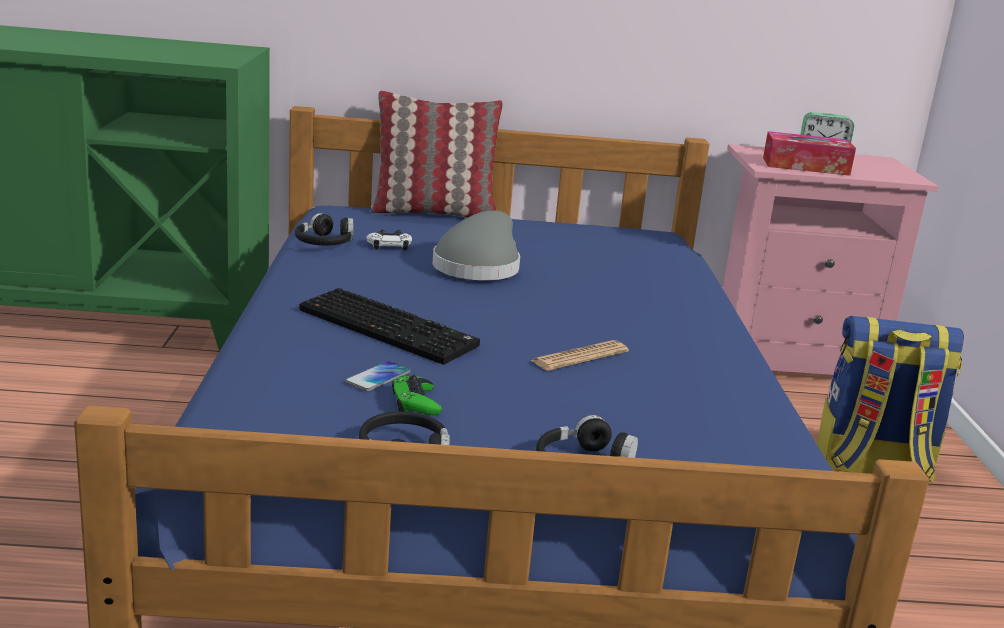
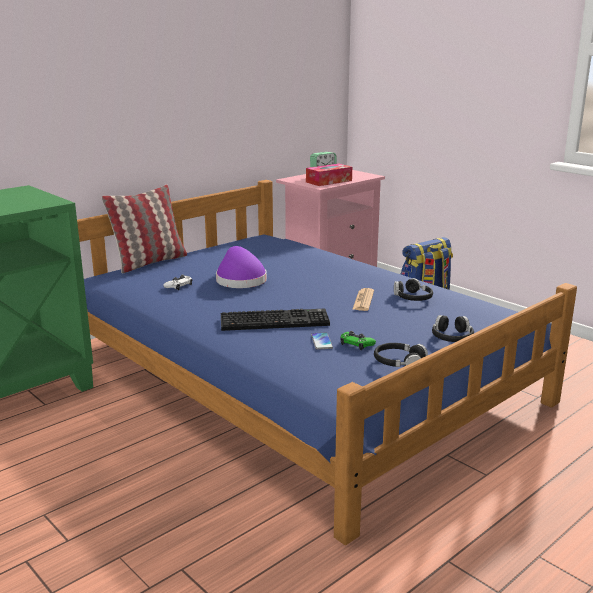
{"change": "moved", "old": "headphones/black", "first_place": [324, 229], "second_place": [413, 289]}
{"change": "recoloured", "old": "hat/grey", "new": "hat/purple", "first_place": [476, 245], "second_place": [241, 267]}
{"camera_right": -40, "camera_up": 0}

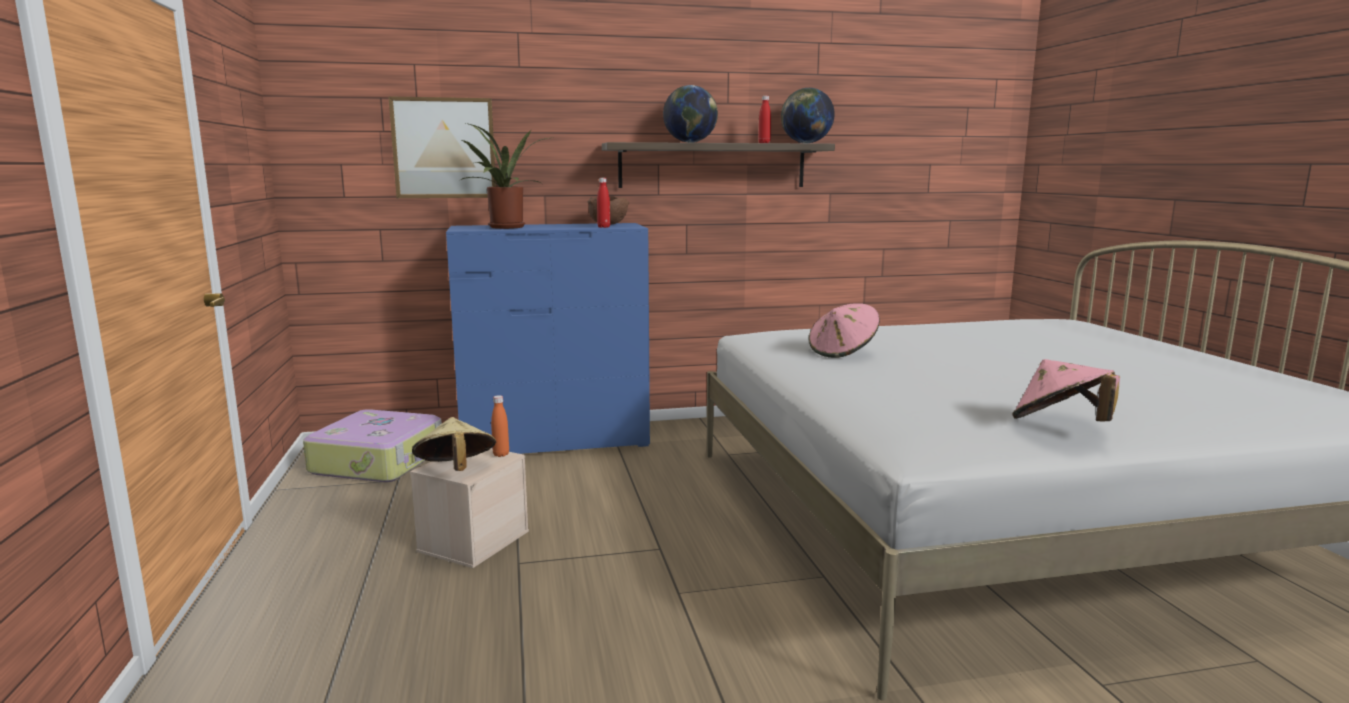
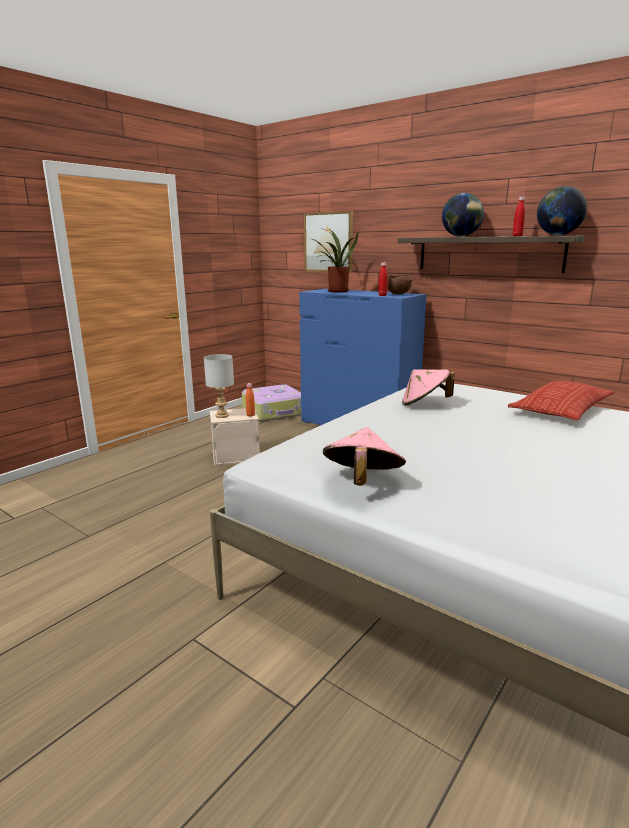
{"change": "replaced", "old": "hat/beige", "new": "table lamp/grey", "first_place": [454, 444], "second_place": [219, 386]}
{"change": "added", "new": "pillow", "second_place": [561, 400]}
{"camera_right": 50, "camera_up": 5}

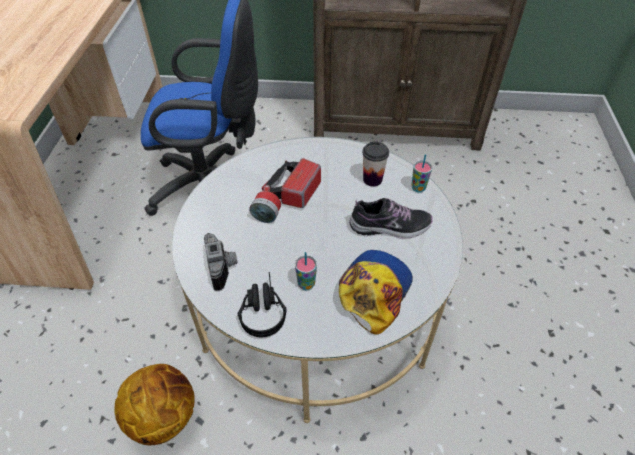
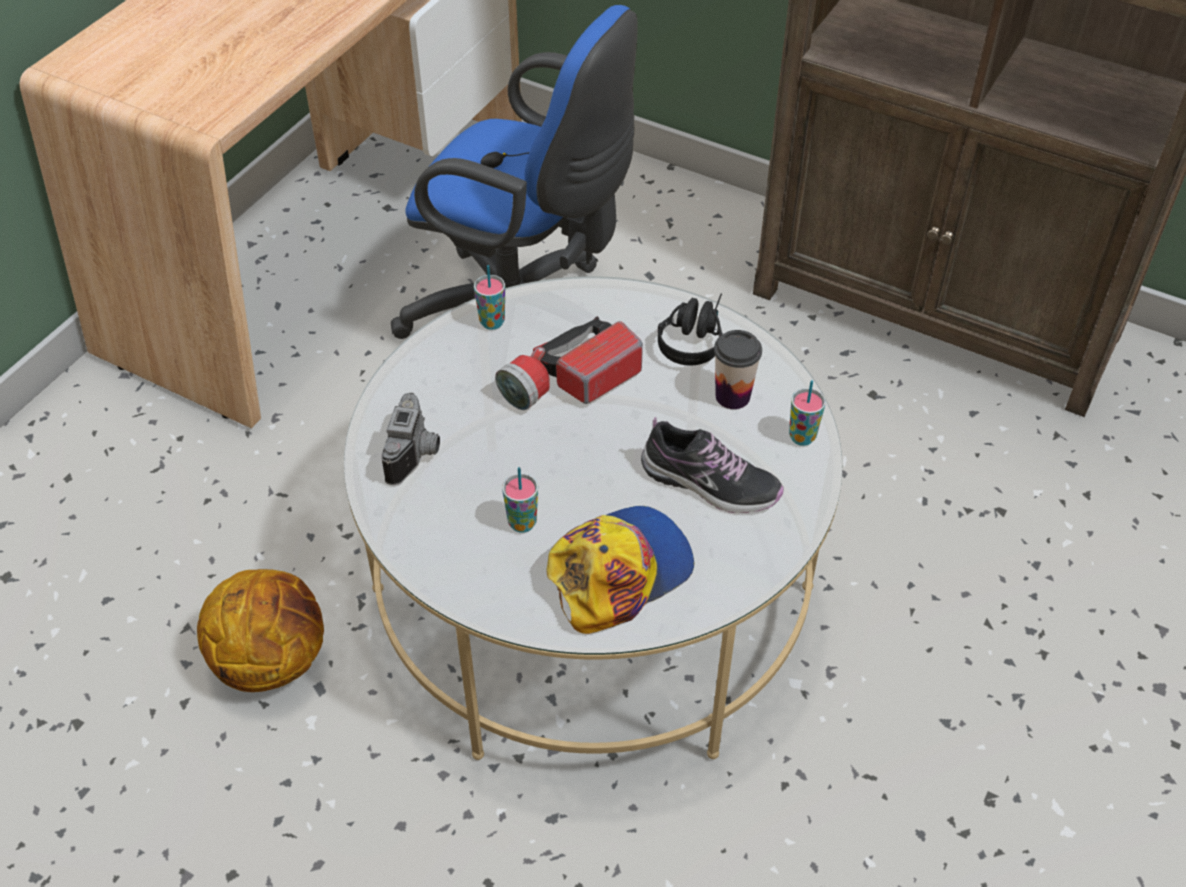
{"change": "moved", "old": "headphones/black", "first_place": [262, 304], "second_place": [690, 329]}
{"change": "added", "new": "cup", "second_place": [489, 297]}
{"camera_right": 25, "camera_up": 0}

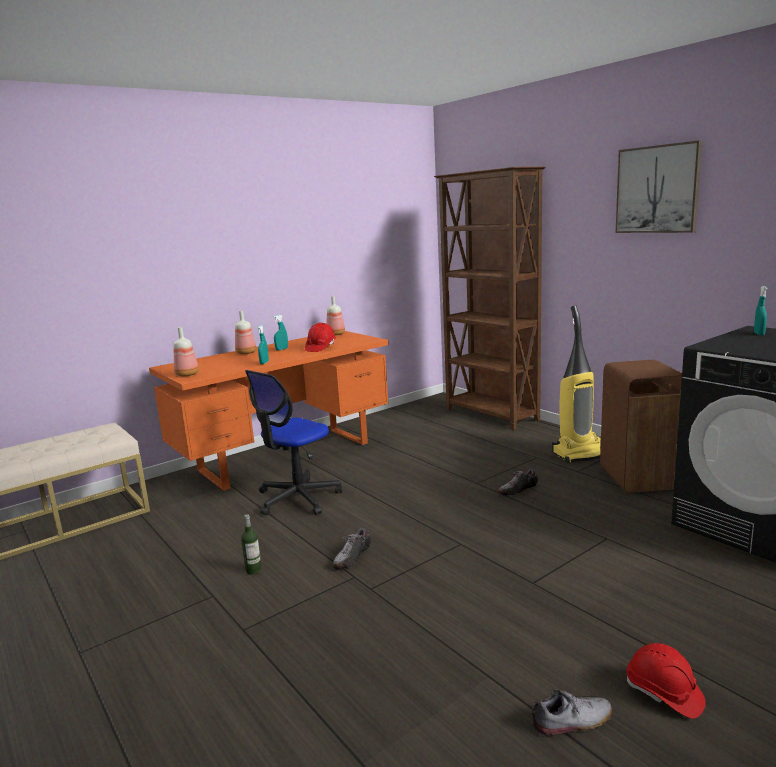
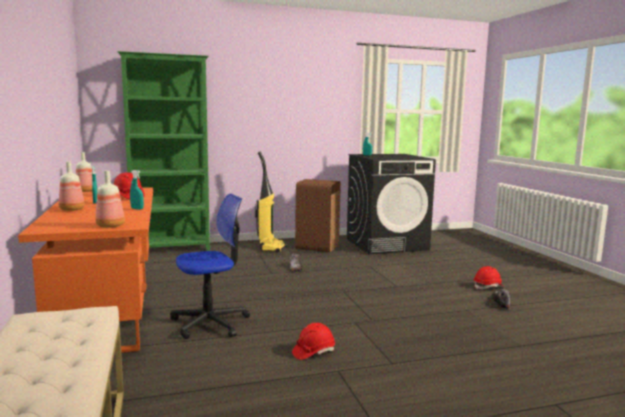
{"change": "replaced", "old": "bottle", "new": "hard hat/red", "first_place": [251, 544], "second_place": [313, 341]}
{"change": "turned", "old": "office chair", "first_place": [293, 442], "second_place": [210, 266], "degrees": -90}
{"change": "removed", "old": "shoe", "first_place": [352, 549]}
{"change": "recoloured", "old": "bookcase/brown", "new": "bookcase/green", "first_place": [489, 298], "second_place": [163, 151]}
{"change": "removed", "old": "picture", "first_place": [658, 186]}
{"camera_right": -70, "camera_up": -5}

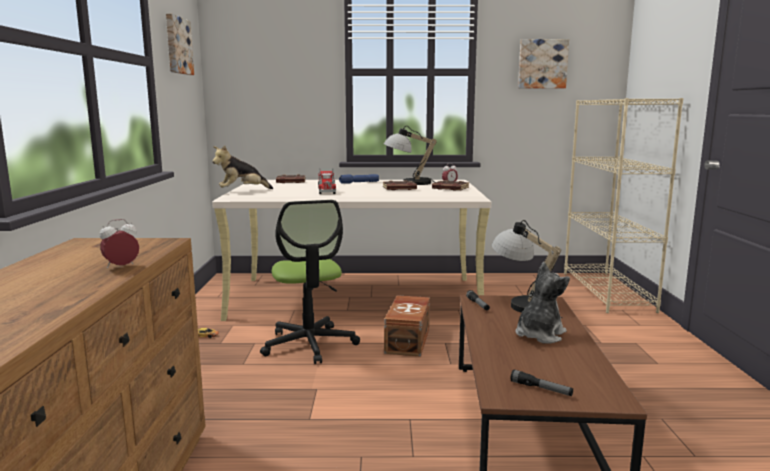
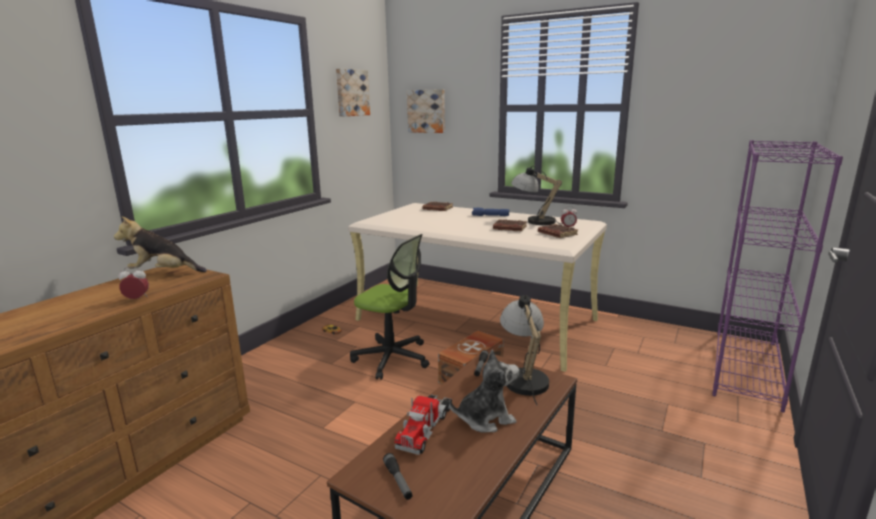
{"change": "moved", "old": "plush toy", "first_place": [242, 167], "second_place": [160, 244]}
{"change": "turned", "old": "office chair", "first_place": [310, 282], "second_place": [390, 307], "degrees": -75}
{"change": "moved", "old": "toy truck", "first_place": [327, 181], "second_place": [423, 425]}
{"change": "moved", "old": "picture", "first_place": [543, 63], "second_place": [426, 111]}
{"change": "recoloured", "old": "bookcase/beige", "new": "bookcase/purple", "first_place": [623, 205], "second_place": [777, 276]}
{"camera_right": 30, "camera_up": 5}

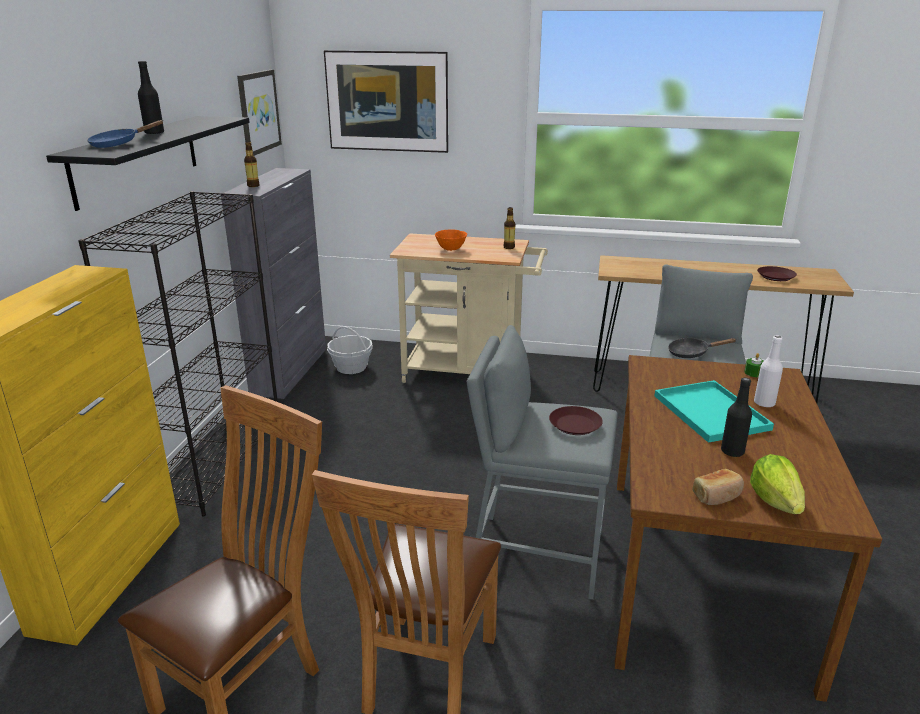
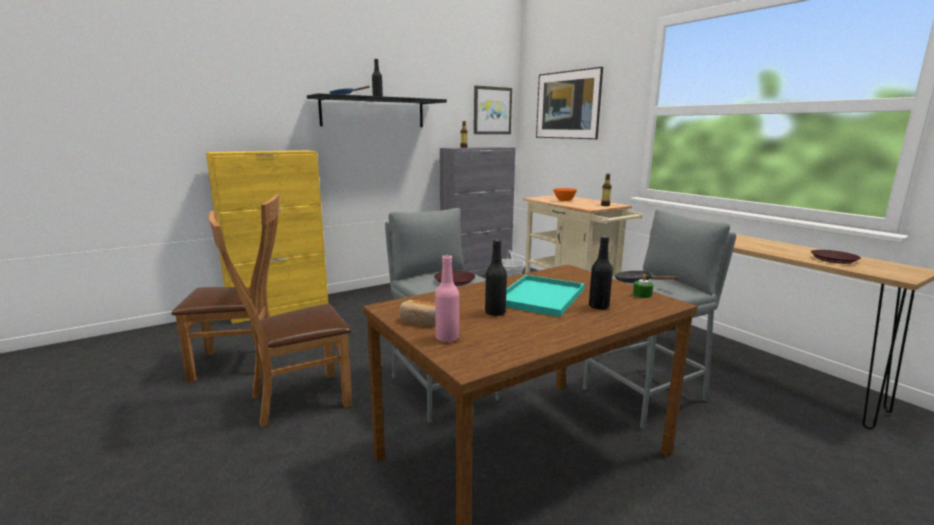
{"change": "removed", "old": "bookcase/black", "first_place": [178, 353]}
{"change": "replaced", "old": "lettuce", "new": "bottle/pink", "first_place": [777, 484], "second_place": [447, 298]}
{"change": "recoloured", "old": "bottle/white", "new": "bottle/black", "first_place": [768, 371], "second_place": [601, 273]}
{"camera_right": 45, "camera_up": -10}

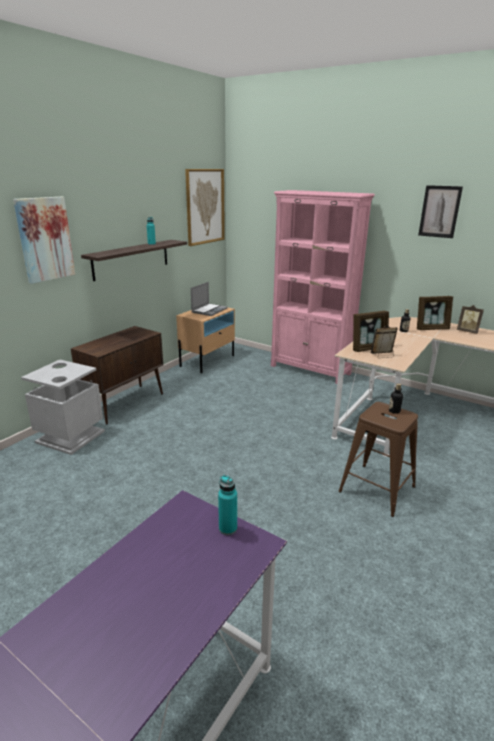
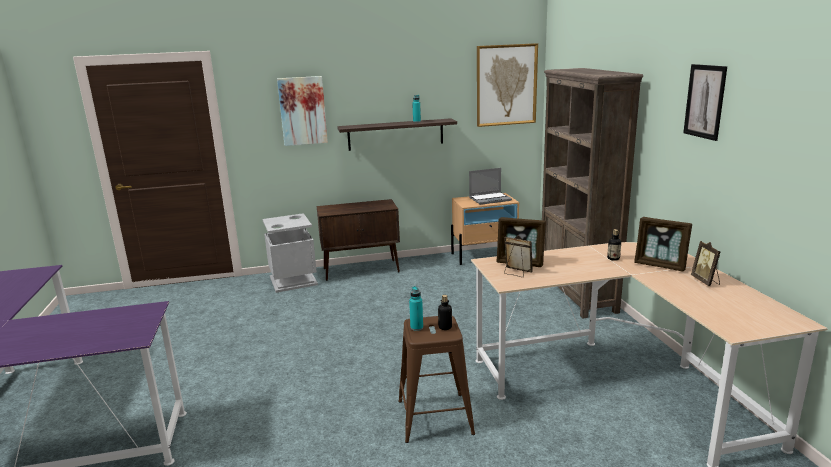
{"change": "moved", "old": "bottle/turquoise", "first_place": [227, 505], "second_place": [416, 308]}
{"change": "recoloured", "old": "bookcase/pink", "new": "bookcase/brown", "first_place": [323, 287], "second_place": [592, 193]}
{"camera_right": 45, "camera_up": -5}

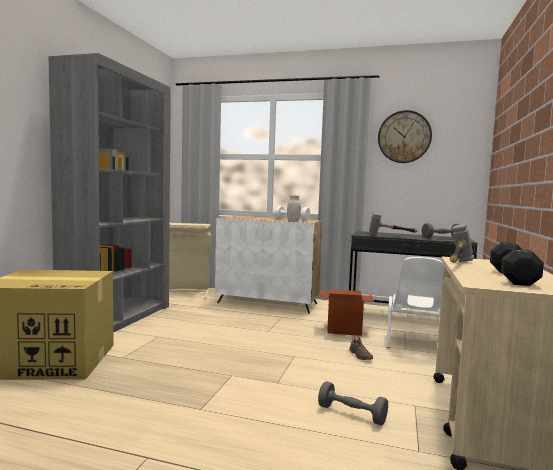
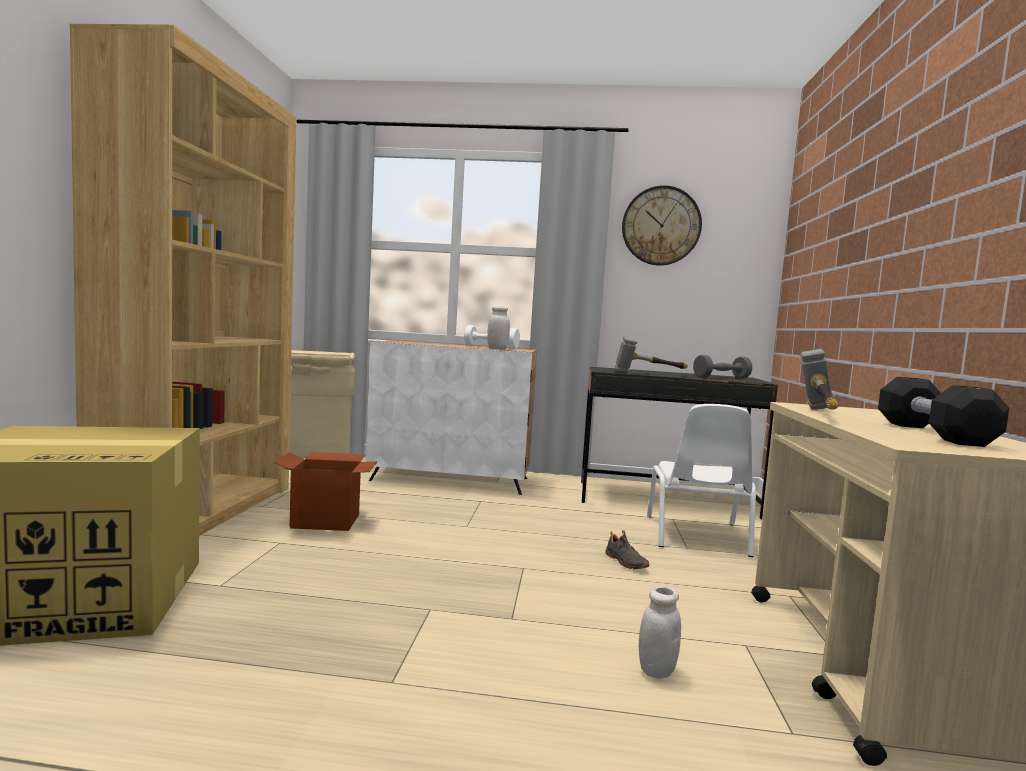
{"change": "recoloured", "old": "bookcase/grey", "new": "bookcase/brown", "first_place": [109, 193], "second_place": [183, 280]}
{"change": "replaced", "old": "dumbbell/grey", "new": "jar/white", "first_place": [353, 403], "second_place": [660, 632]}
{"change": "moved", "old": "cardboard box", "first_place": [347, 312], "second_place": [326, 491]}
{"camera_right": -10, "camera_up": 0}

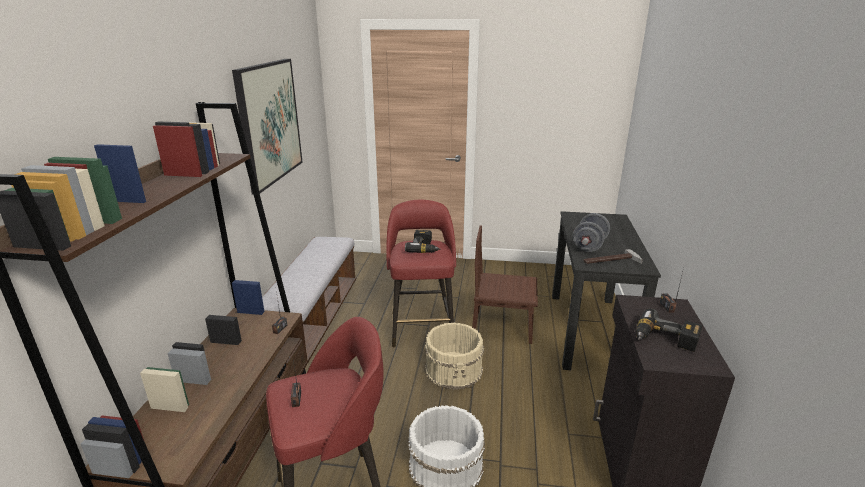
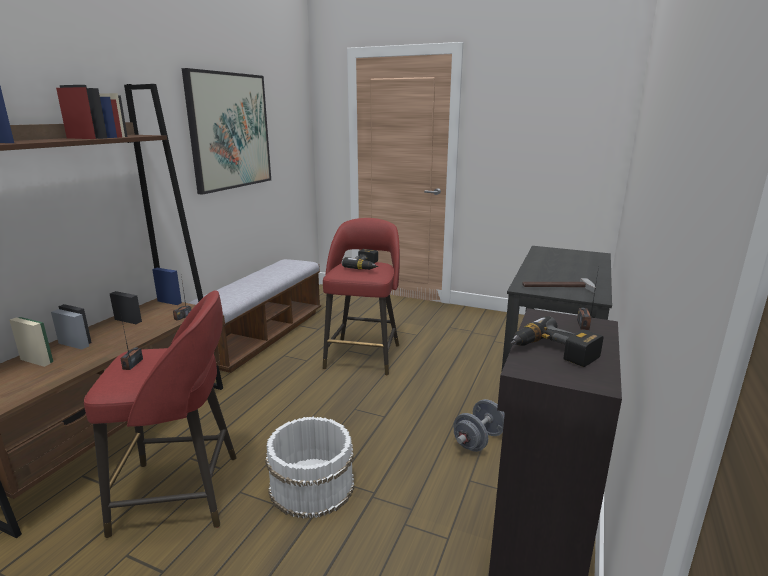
{"change": "removed", "old": "bucket/beige", "first_place": [454, 356]}
{"change": "removed", "old": "chair/brown", "first_place": [505, 284]}
{"change": "moved", "old": "dumbbell/grey", "first_place": [591, 232], "second_place": [479, 425]}
{"camera_right": 15, "camera_up": -5}

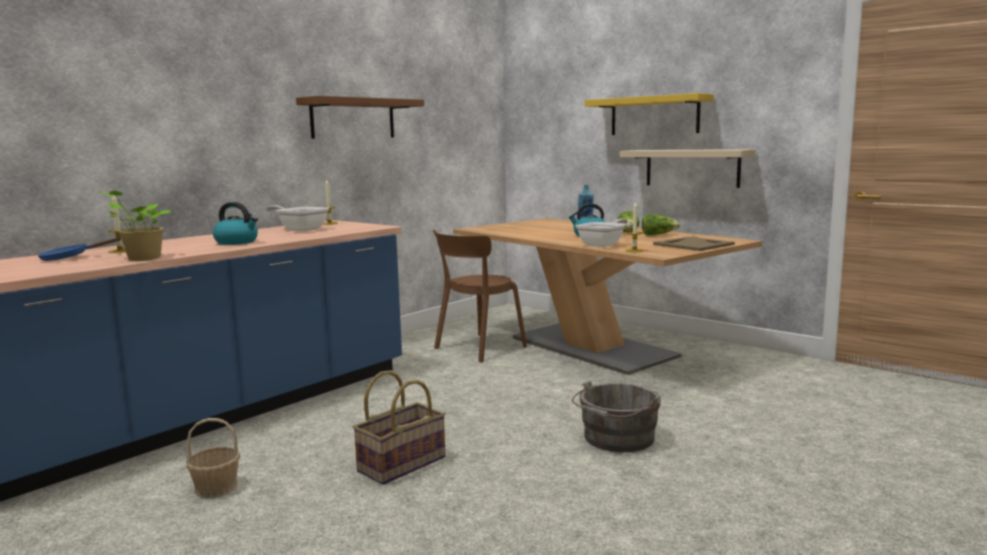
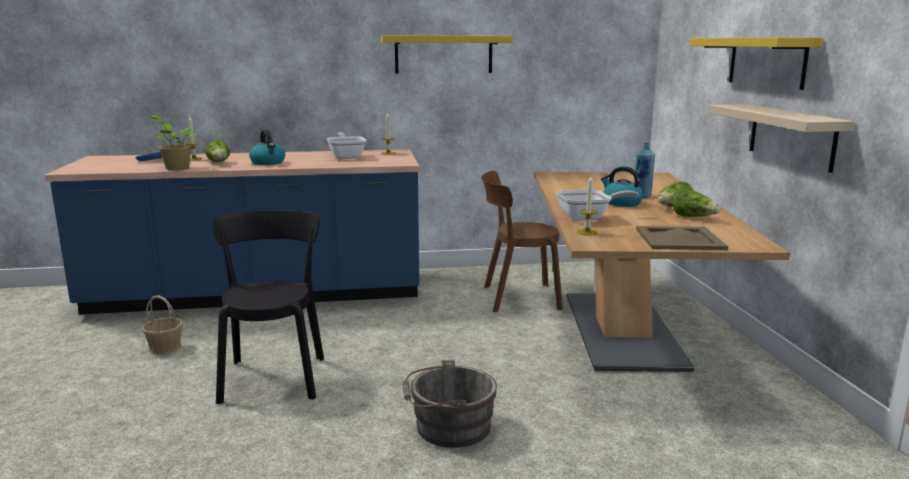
{"change": "recoloured", "old": "shelf/brown", "new": "shelf/yellow", "first_place": [360, 117], "second_place": [447, 54]}
{"change": "replaced", "old": "basket", "new": "chair/black", "first_place": [399, 427], "second_place": [268, 307]}
{"change": "added", "new": "lettuce", "second_place": [217, 150]}
{"camera_right": 40, "camera_up": 5}

